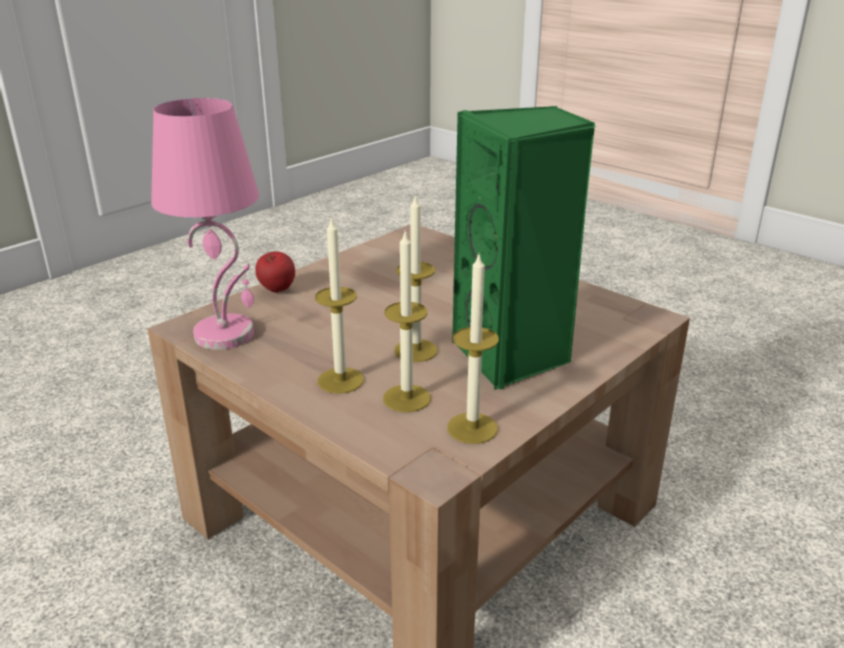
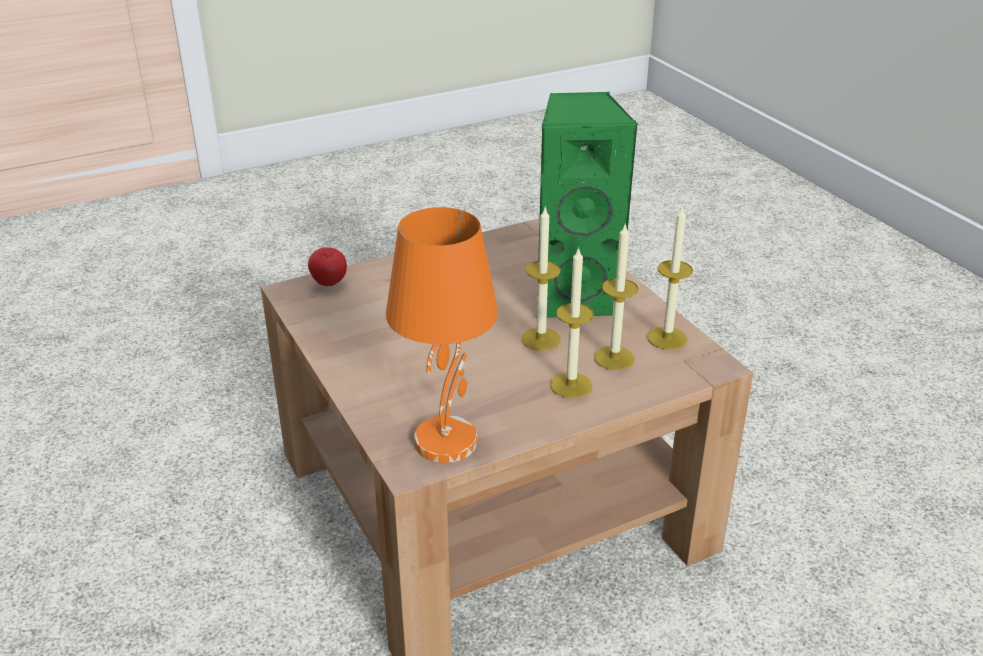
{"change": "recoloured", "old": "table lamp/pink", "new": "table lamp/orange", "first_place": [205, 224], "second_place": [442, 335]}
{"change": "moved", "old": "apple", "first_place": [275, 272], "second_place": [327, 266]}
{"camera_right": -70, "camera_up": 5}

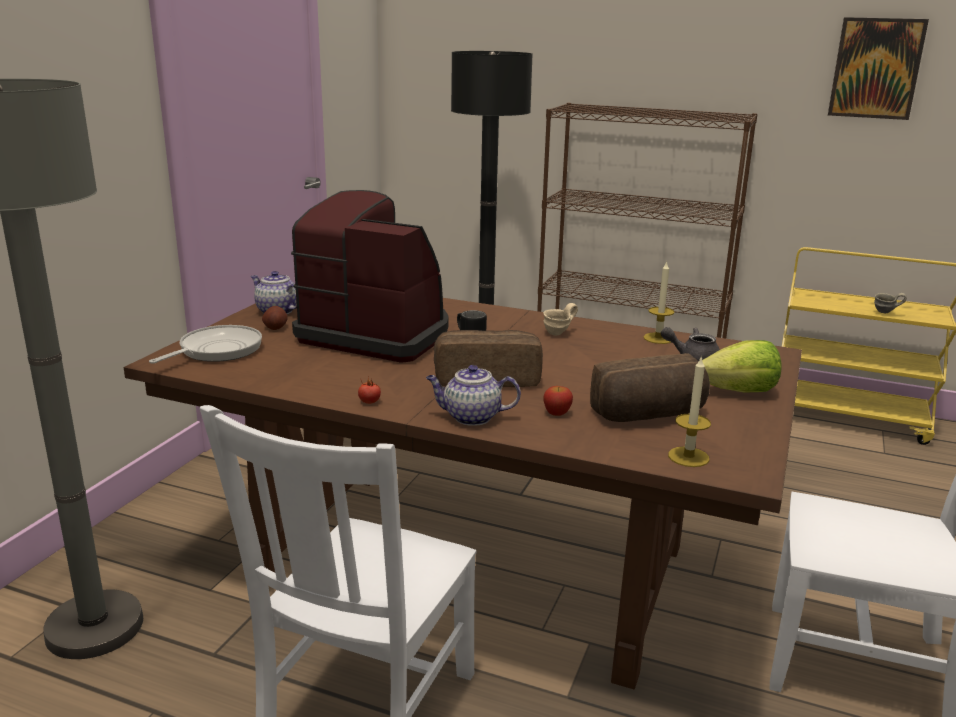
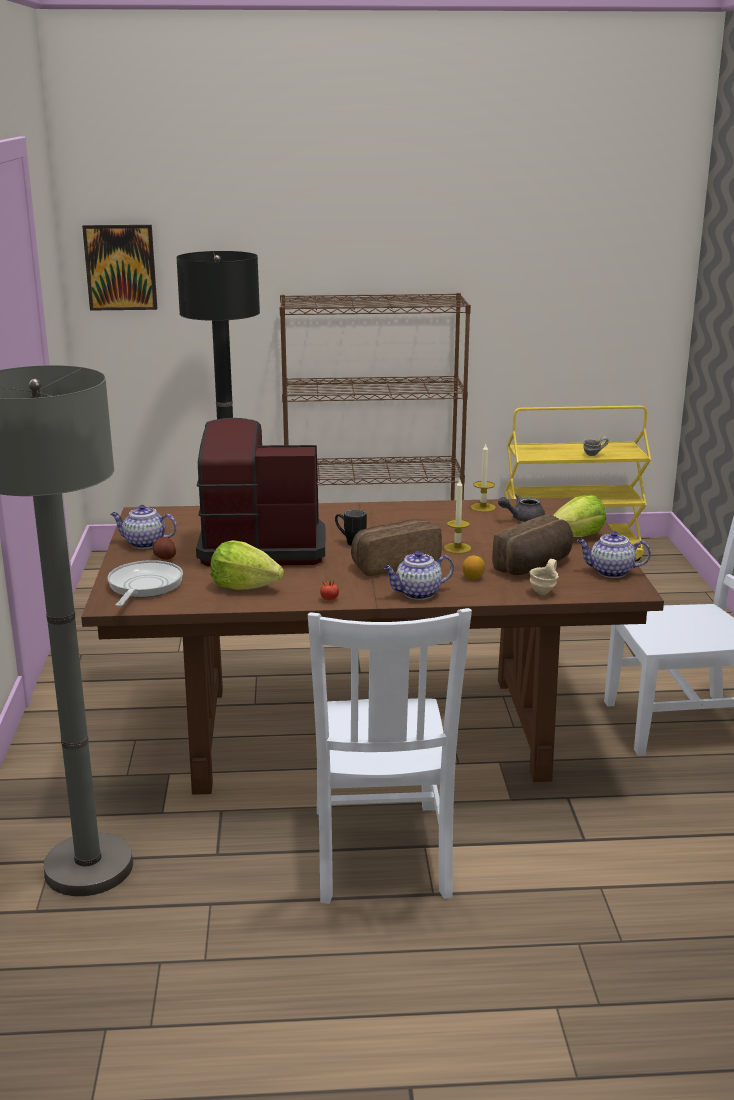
{"change": "moved", "old": "mug/beige", "first_place": [560, 319], "second_place": [544, 577]}
{"change": "replaced", "old": "apple", "new": "lemon", "first_place": [558, 401], "second_place": [473, 567]}
{"change": "moved", "old": "candle", "first_place": [689, 411], "second_place": [457, 516]}
{"change": "moved", "old": "picture", "first_place": [878, 68], "second_place": [120, 268]}
{"change": "added", "new": "lettuce", "second_place": [247, 565]}
{"change": "added", "new": "teapot", "second_place": [614, 554]}
{"camera_right": -25, "camera_up": 0}

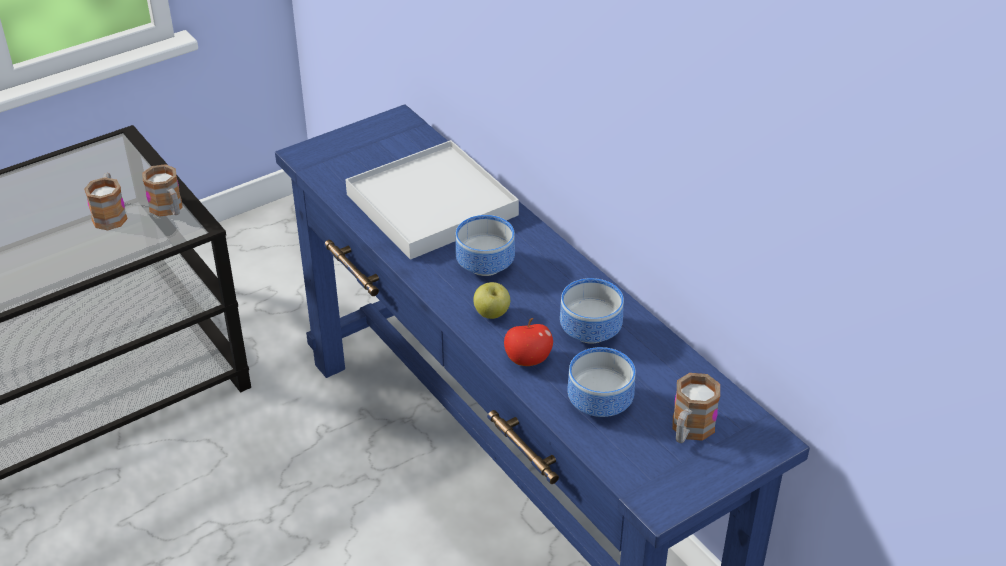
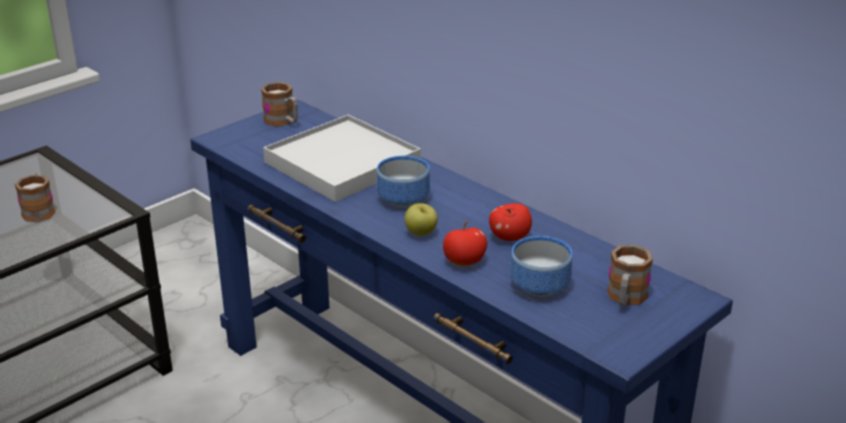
{"change": "moved", "old": "mug", "first_place": [162, 190], "second_place": [279, 104]}
{"change": "replaced", "old": "bowl", "new": "apple", "first_place": [592, 311], "second_place": [510, 222]}
{"camera_right": -10, "camera_up": -10}

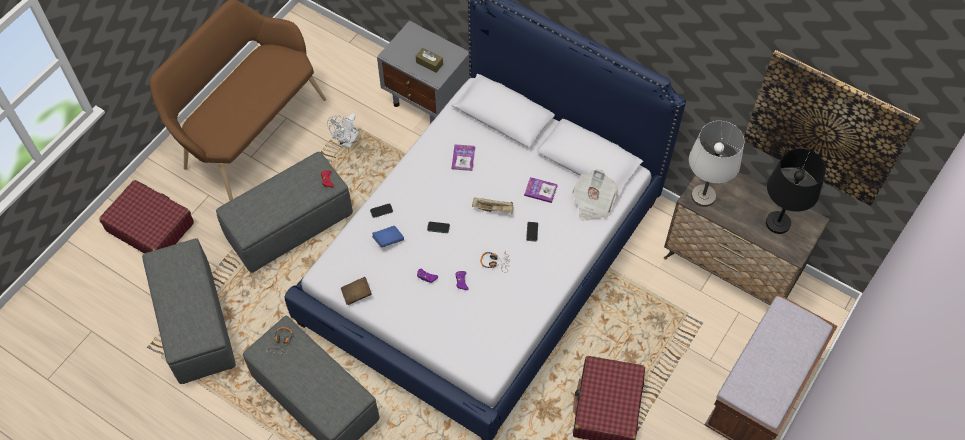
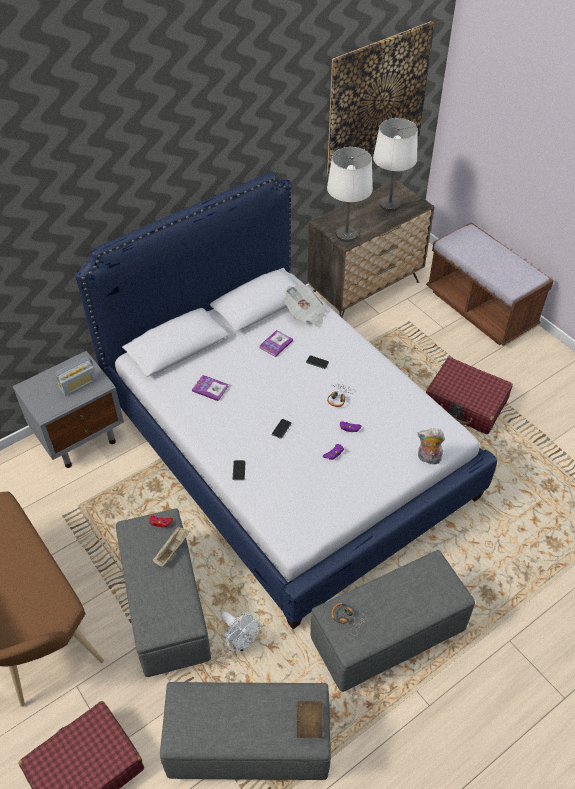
{"change": "moved", "old": "fan/white", "first_place": [343, 130], "second_place": [241, 632]}
{"change": "moved", "old": "book/brown", "first_place": [356, 291], "second_place": [310, 719]}
{"change": "removed", "old": "book/blue", "first_place": [388, 237]}
{"change": "replaced", "old": "tissue box/brown", "new": "radio", "first_place": [429, 60], "second_place": [76, 376]}
{"change": "moved", "old": "tray/beige", "first_place": [492, 205], "second_place": [171, 546]}
{"change": "recoloured", "old": "table lamp/black", "new": "table lamp/white", "first_place": [796, 191], "second_place": [395, 165]}
{"change": "added", "new": "plush toy", "second_place": [431, 446]}
{"camera_right": -70, "camera_up": -10}

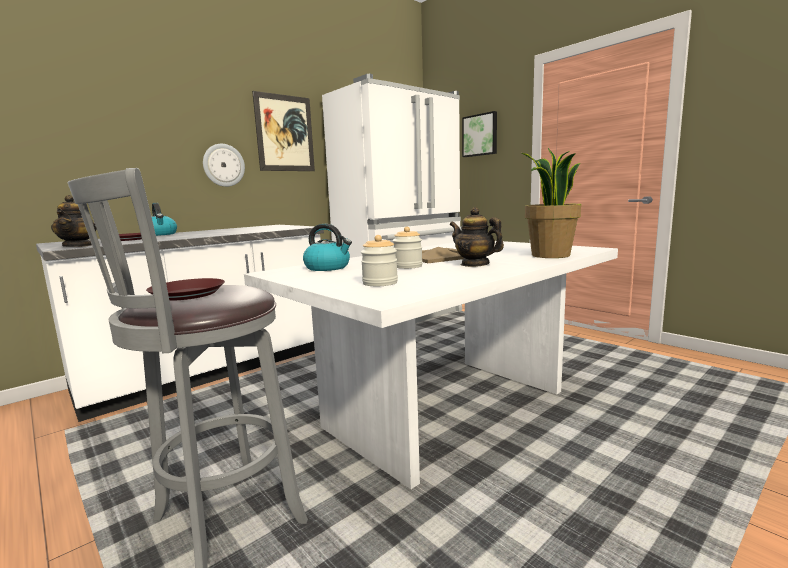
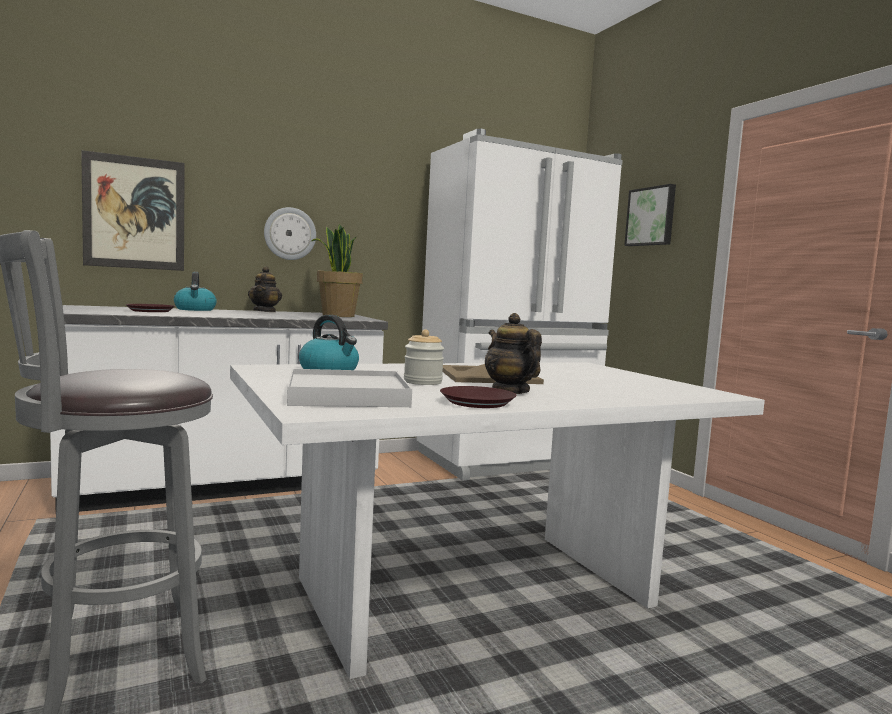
{"change": "moved", "old": "teapot", "first_place": [74, 221], "second_place": [265, 289]}
{"change": "moved", "old": "plate/brown", "first_place": [185, 289], "second_place": [478, 397]}
{"change": "moved", "old": "picture", "first_place": [283, 131], "second_place": [133, 210]}
{"change": "replaced", "old": "jar", "new": "tray/white", "first_place": [379, 260], "second_place": [349, 388]}
{"change": "moved", "old": "potted plant", "first_place": [551, 203], "second_place": [337, 270]}
{"camera_right": 15, "camera_up": -5}

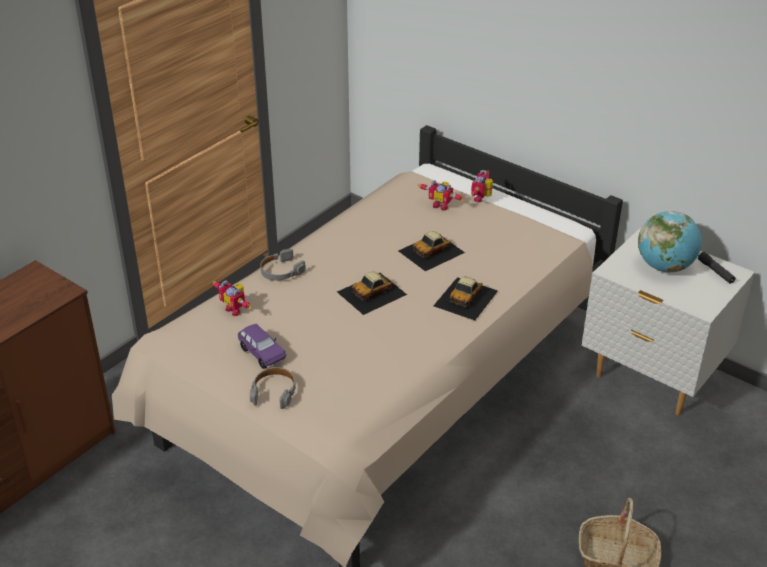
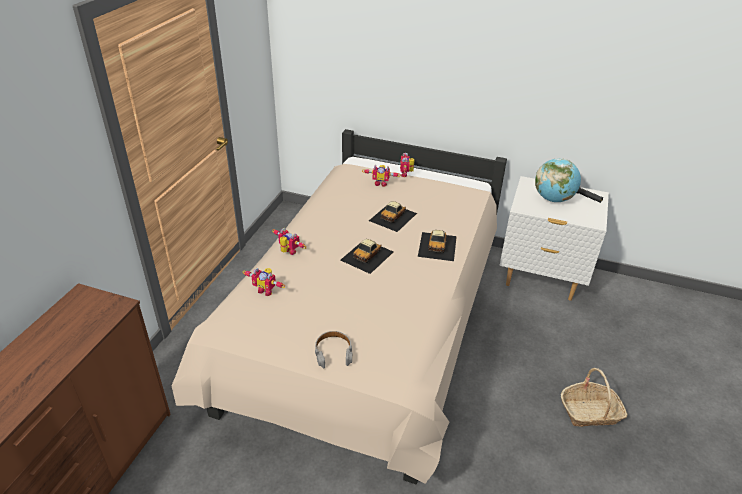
{"change": "removed", "old": "toy car/purple", "first_place": [262, 346]}
{"change": "replaced", "old": "headphones/grey", "new": "toy robot", "first_place": [283, 265], "second_place": [289, 241]}
{"camera_right": -20, "camera_up": 0}

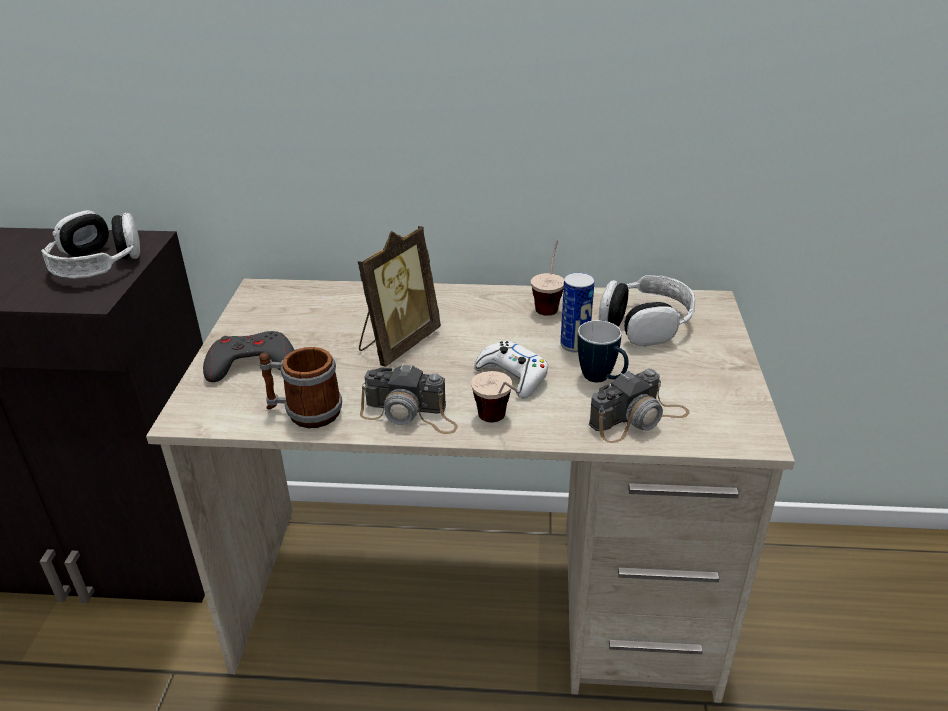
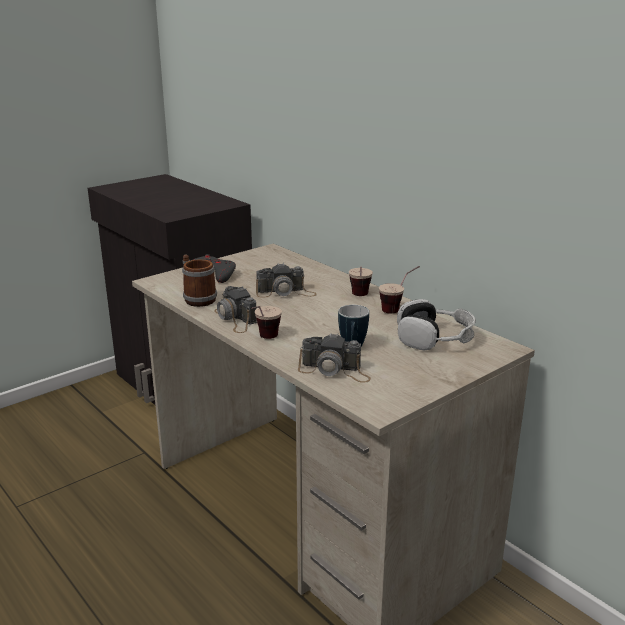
{"change": "removed", "old": "headphones", "first_place": [90, 244]}
{"change": "replaced", "old": "picture frame", "new": "photo camera", "first_place": [399, 296], "second_place": [286, 280]}
{"change": "removed", "old": "game controller/white", "first_place": [511, 370]}
{"change": "removed", "old": "can", "first_place": [577, 312]}
{"change": "added", "new": "cup", "second_place": [361, 281]}
{"camera_right": 45, "camera_up": -10}

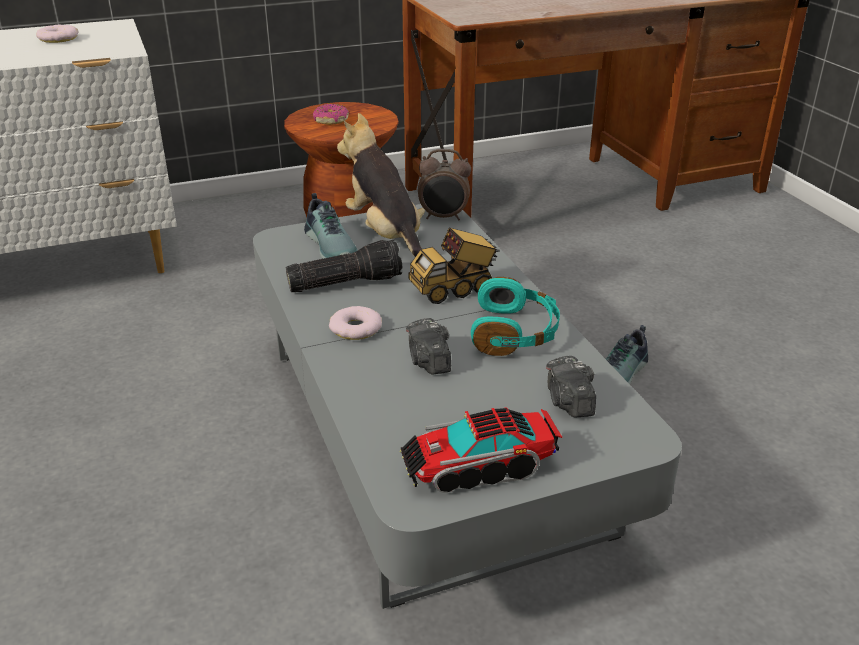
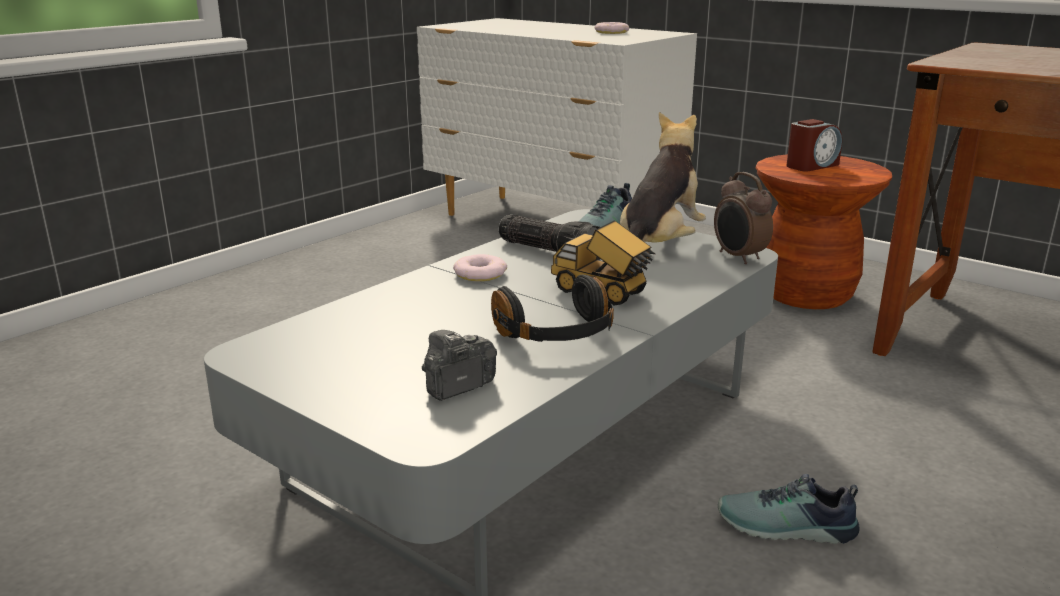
{"change": "replaced", "old": "donut", "new": "alarm clock", "first_place": [331, 114], "second_place": [814, 145]}
{"change": "removed", "old": "toy truck", "first_place": [481, 450]}
{"change": "removed", "old": "photo camera", "first_place": [428, 346]}
{"change": "recoloured", "old": "headphones/turquoise", "new": "headphones/black", "first_place": [515, 316], "second_place": [552, 308]}
{"camera_right": 60, "camera_up": -10}

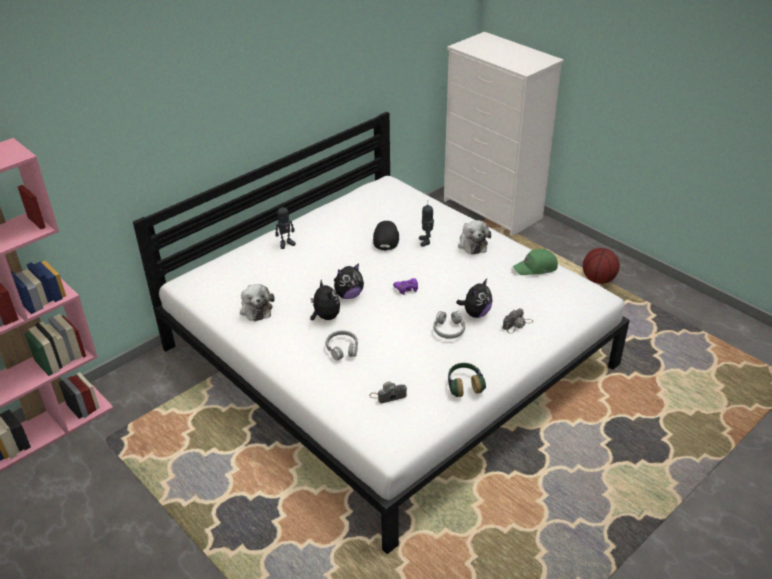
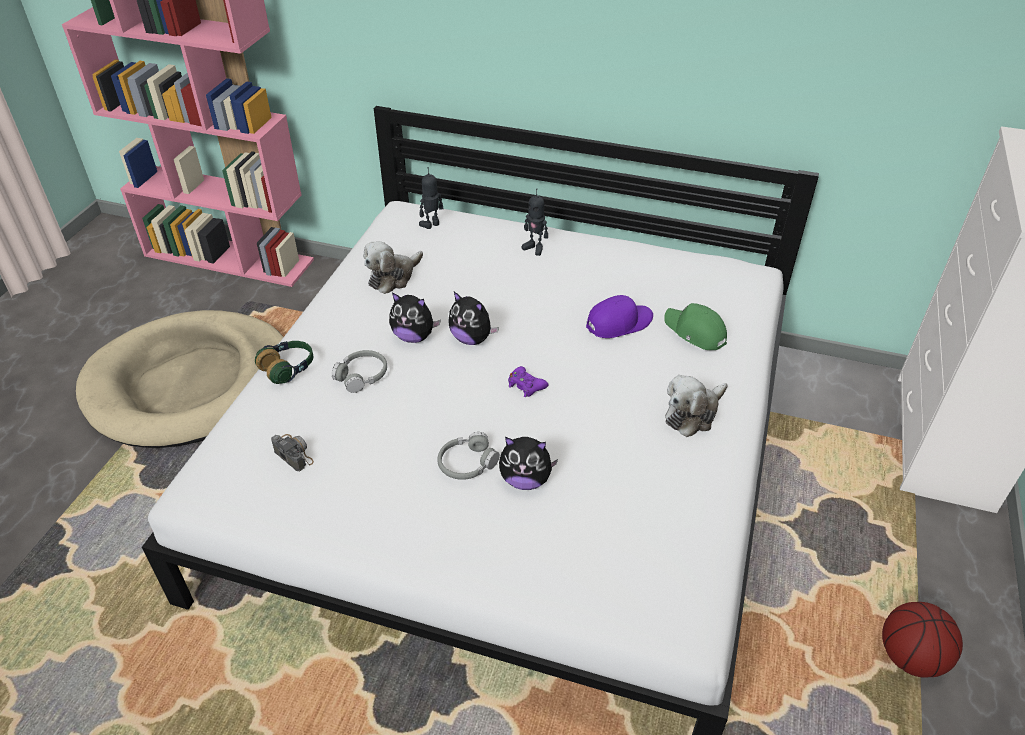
{"change": "turned", "old": "plush toy", "first_place": [325, 300], "second_place": [415, 317], "degrees": 75}
{"change": "recoloured", "old": "cap/black", "new": "cap/purple", "first_place": [386, 236], "second_place": [619, 316]}
{"change": "moved", "old": "toy robot", "first_place": [426, 226], "second_place": [431, 198]}
{"change": "moved", "old": "headphones", "first_place": [467, 380], "second_place": [284, 362]}
{"change": "removed", "old": "photo camera", "first_place": [518, 321]}
{"change": "moved", "old": "cap/green", "first_place": [535, 262], "second_place": [695, 326]}
{"change": "added", "new": "dog bed/beige", "second_place": [179, 379]}
{"camera_right": 60, "camera_up": 5}

